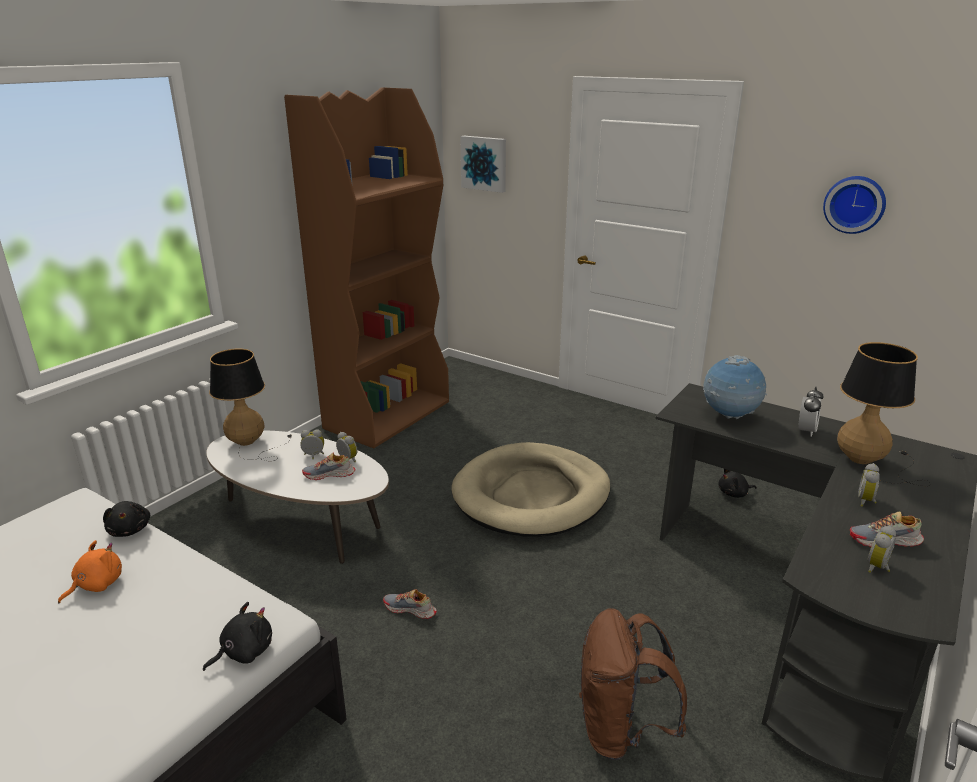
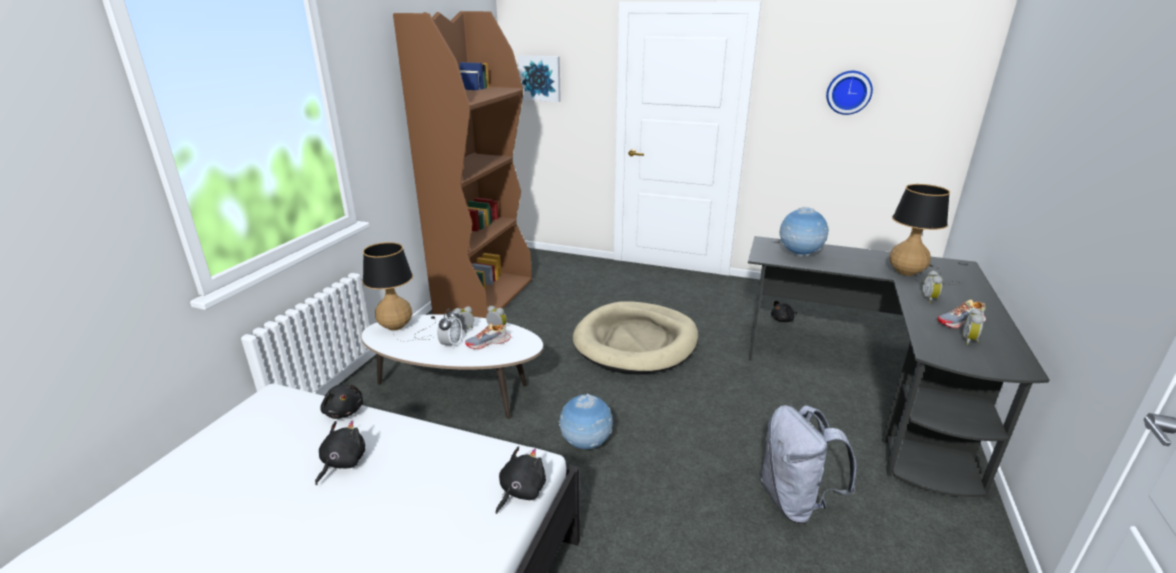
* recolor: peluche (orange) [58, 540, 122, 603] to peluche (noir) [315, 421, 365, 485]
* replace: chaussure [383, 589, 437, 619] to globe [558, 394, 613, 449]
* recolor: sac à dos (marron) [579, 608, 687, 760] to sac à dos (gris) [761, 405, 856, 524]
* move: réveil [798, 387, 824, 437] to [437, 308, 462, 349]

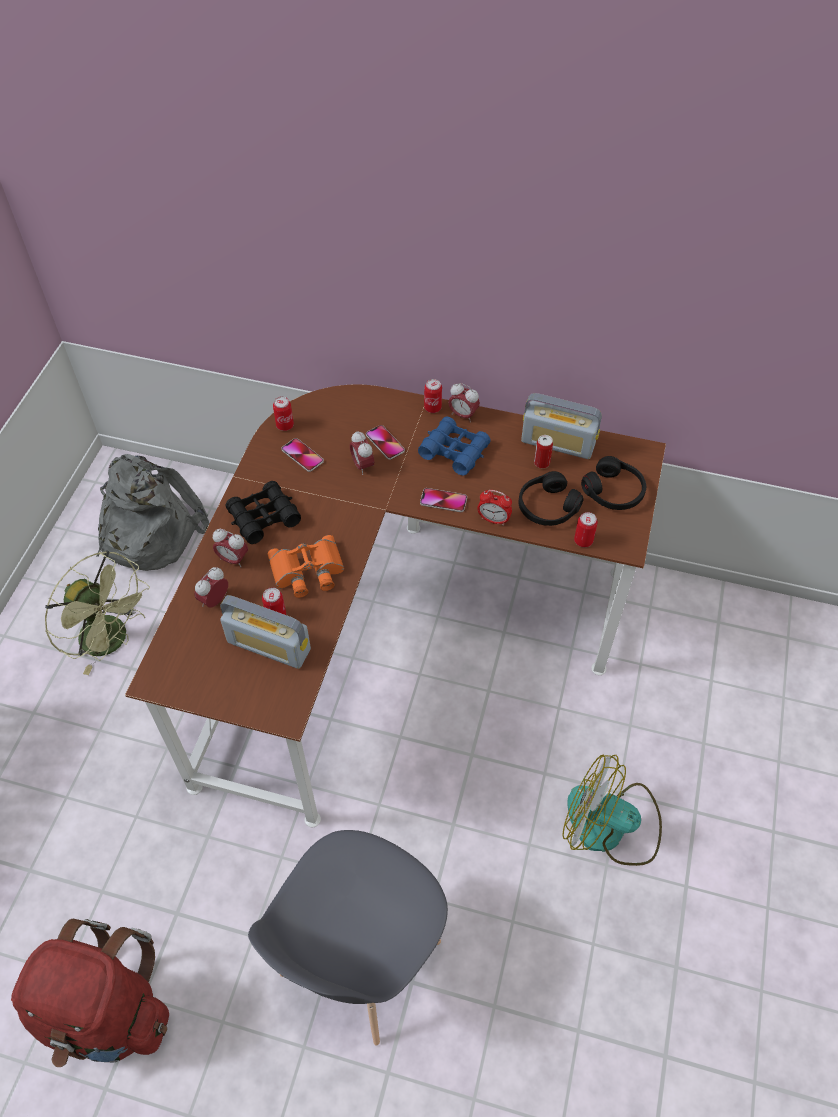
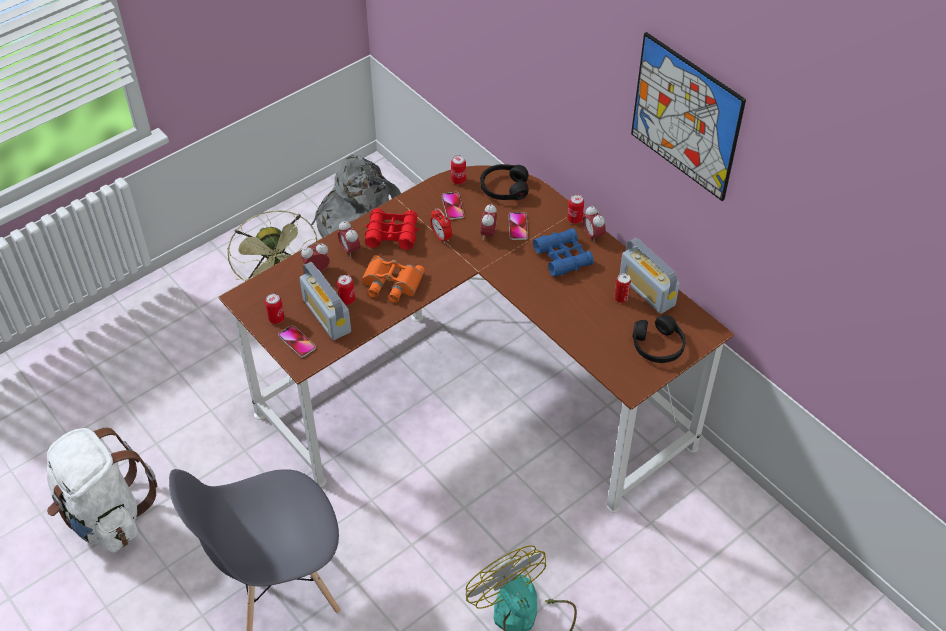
* recolor: sac à dos (rouge) [11, 919, 169, 1067] to sac à dos (blanc) [47, 428, 158, 552]
* recolor: jumelles (noir) [225, 481, 301, 544] to jumelles (rouge) [365, 208, 419, 250]
* move: téléphone [420, 488, 467, 512] to [278, 325, 316, 358]
* move: réveil [477, 490, 512, 525] to [430, 208, 452, 244]
* move: casque audio (noir) [519, 471, 584, 526] to [480, 164, 529, 200]
* move: boîte métallique [574, 512, 598, 547] to [265, 293, 285, 324]
* insert: tableau [631, 32, 746, 201]

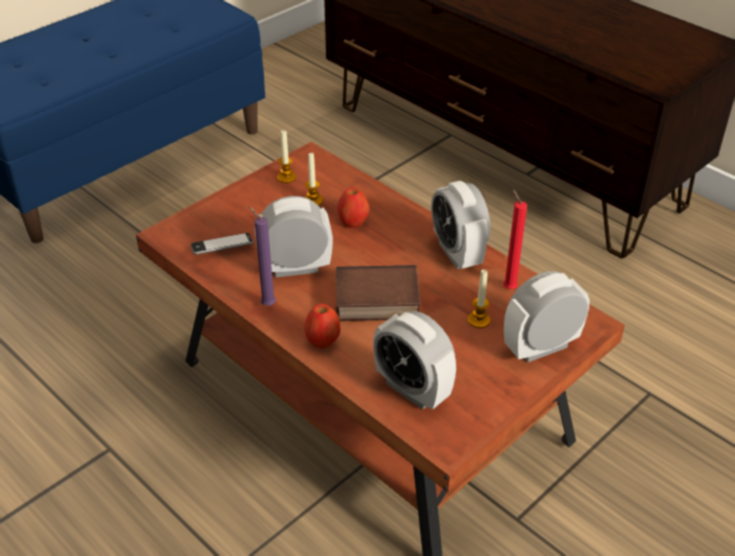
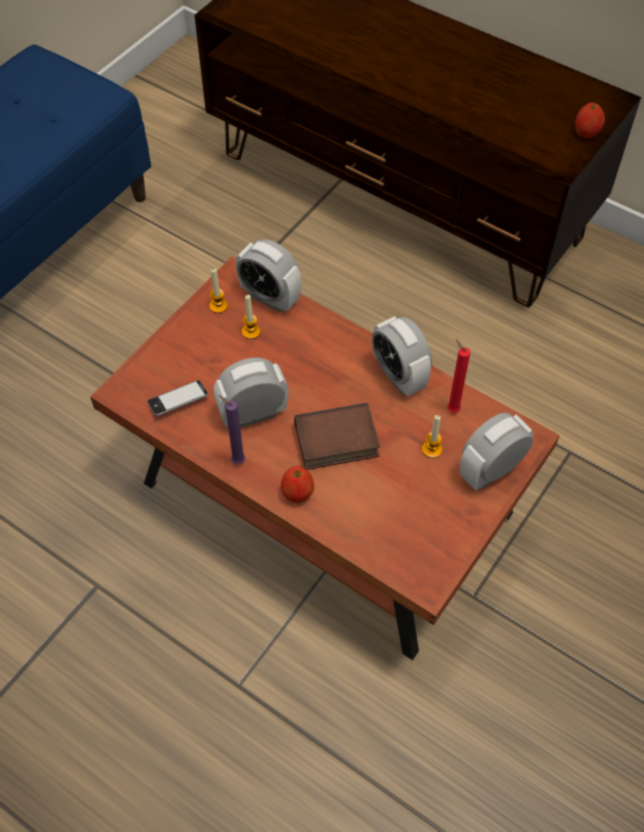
* move: pomme [337, 187, 370, 228] to [575, 103, 605, 139]
* move: réveil [373, 311, 456, 410] to [236, 239, 301, 312]

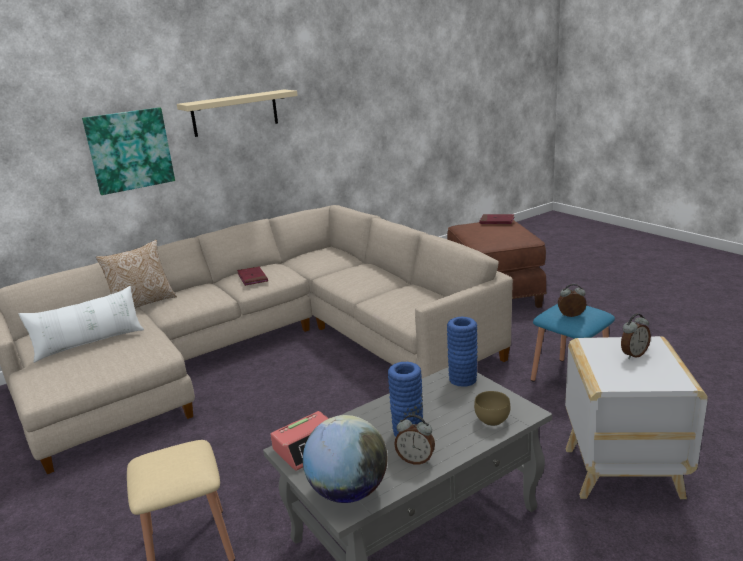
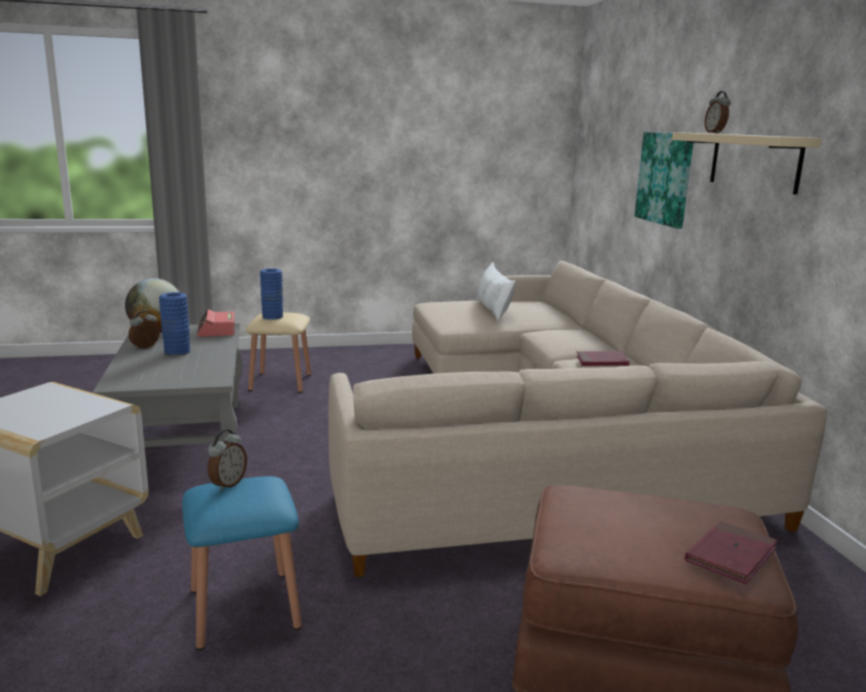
* delete: coussin [96, 240, 177, 308]
* move: vase (bleu) [447, 317, 478, 387] to [260, 268, 283, 320]
* delete: bol (marron) [474, 391, 510, 426]
* move: réveil [621, 313, 651, 359] to [704, 91, 731, 133]

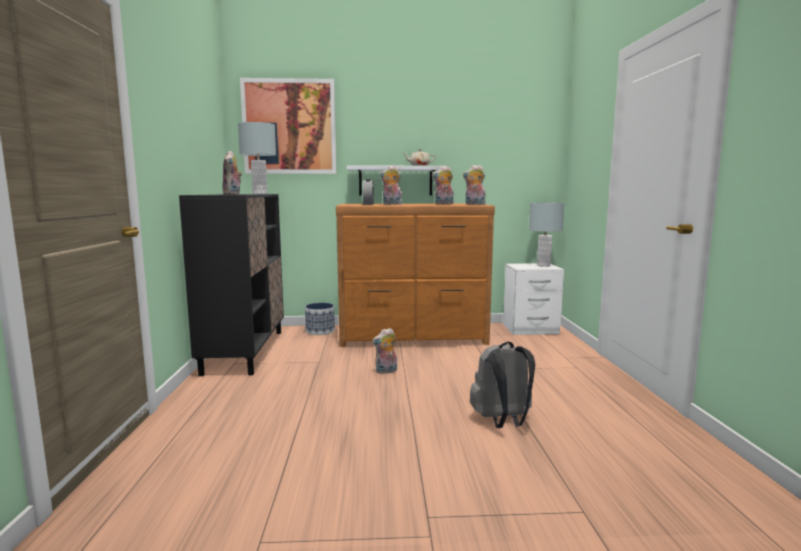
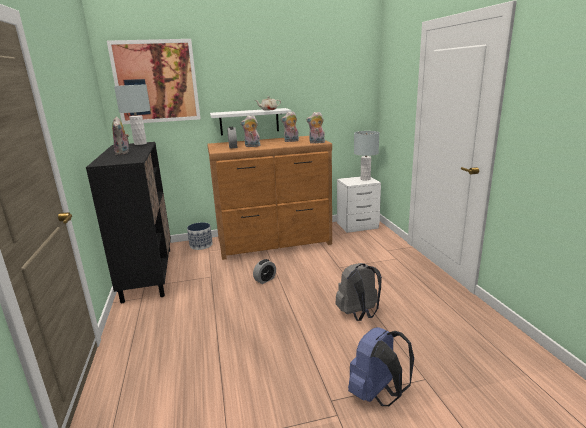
* replace: peluche [372, 328, 397, 374] to réveil [253, 259, 276, 284]
* insert: sac à dos (bleu) [348, 327, 414, 406]

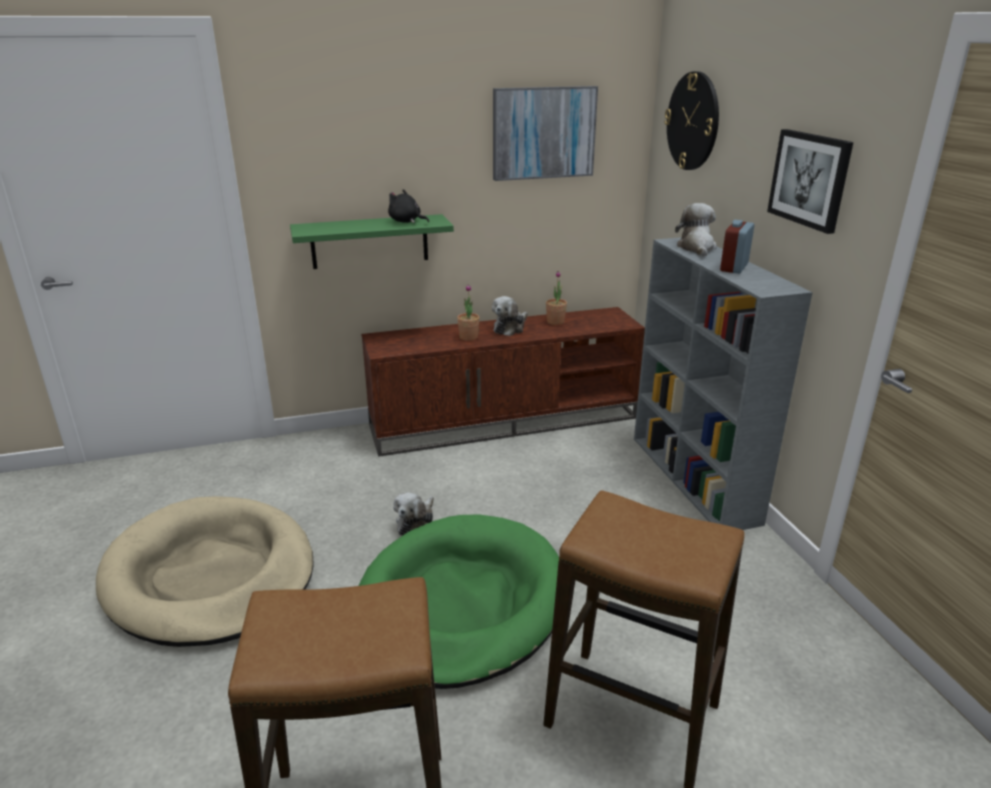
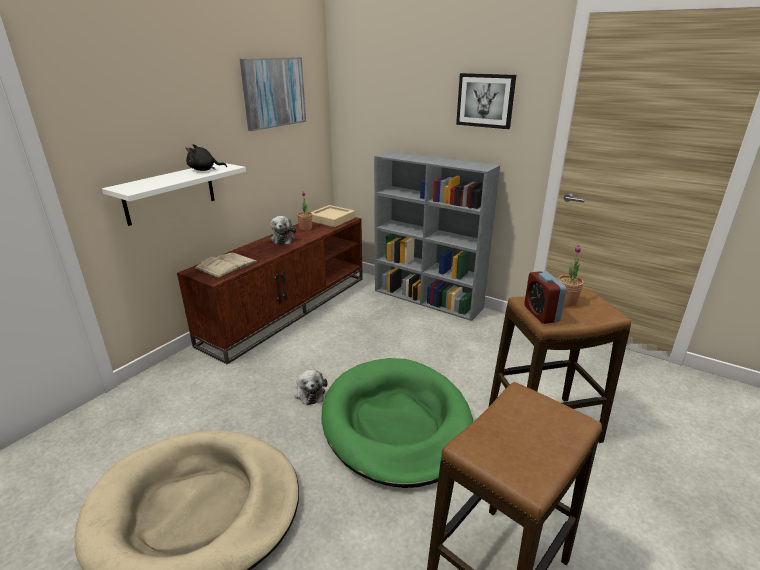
* recolor: étagère (vert) [290, 214, 454, 269] to étagère (blanc) [102, 163, 246, 226]
* move: plante en pot [457, 284, 480, 341] to [558, 245, 584, 306]
* delete: horloge murale [664, 71, 719, 170]
* delete: peluche [675, 203, 717, 257]
* move: réveil [720, 220, 754, 274] to [524, 271, 567, 324]
* insert: livre (beige) [194, 252, 258, 279]
* insert: plateau (beige) [311, 205, 355, 227]

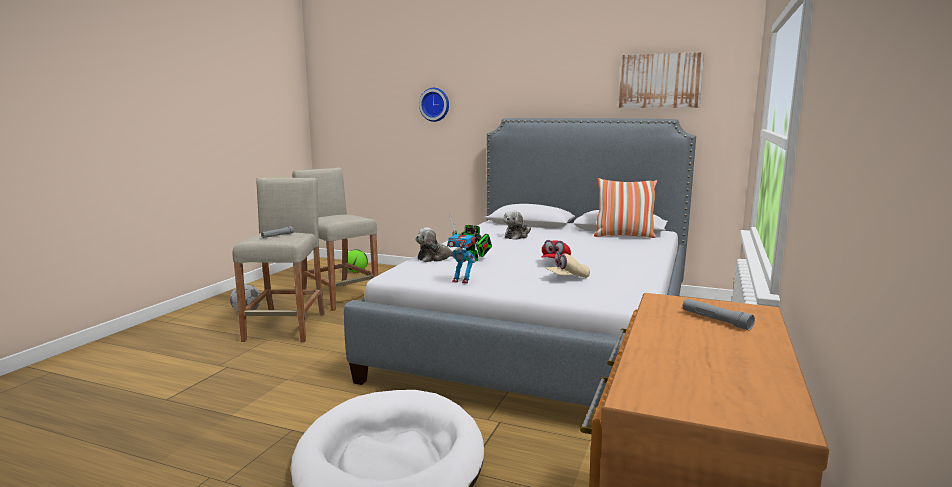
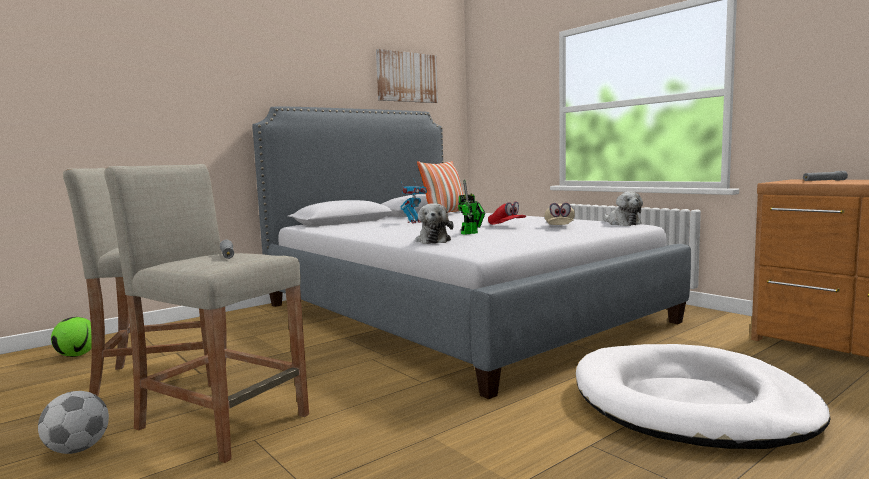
* delete: horloge murale [419, 88, 449, 122]
* move: robot jouet [447, 227, 476, 284] to [400, 179, 427, 223]
* move: peluche [503, 211, 531, 240] to [603, 191, 643, 226]

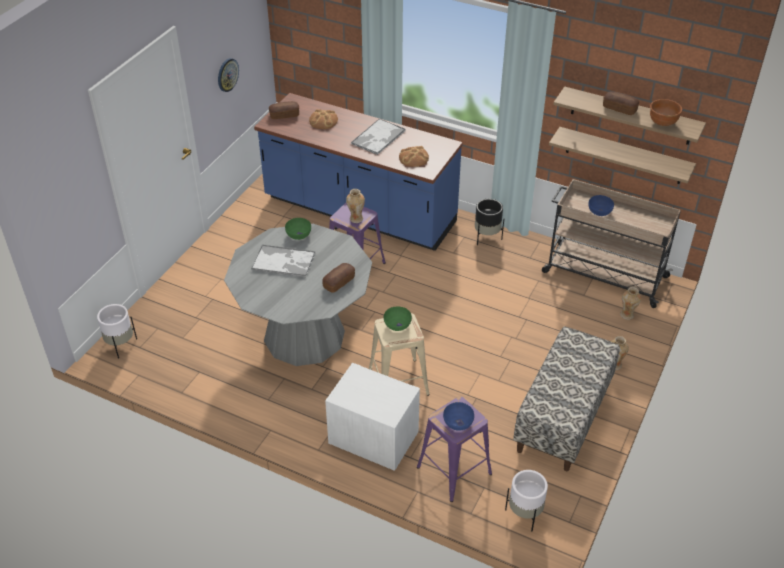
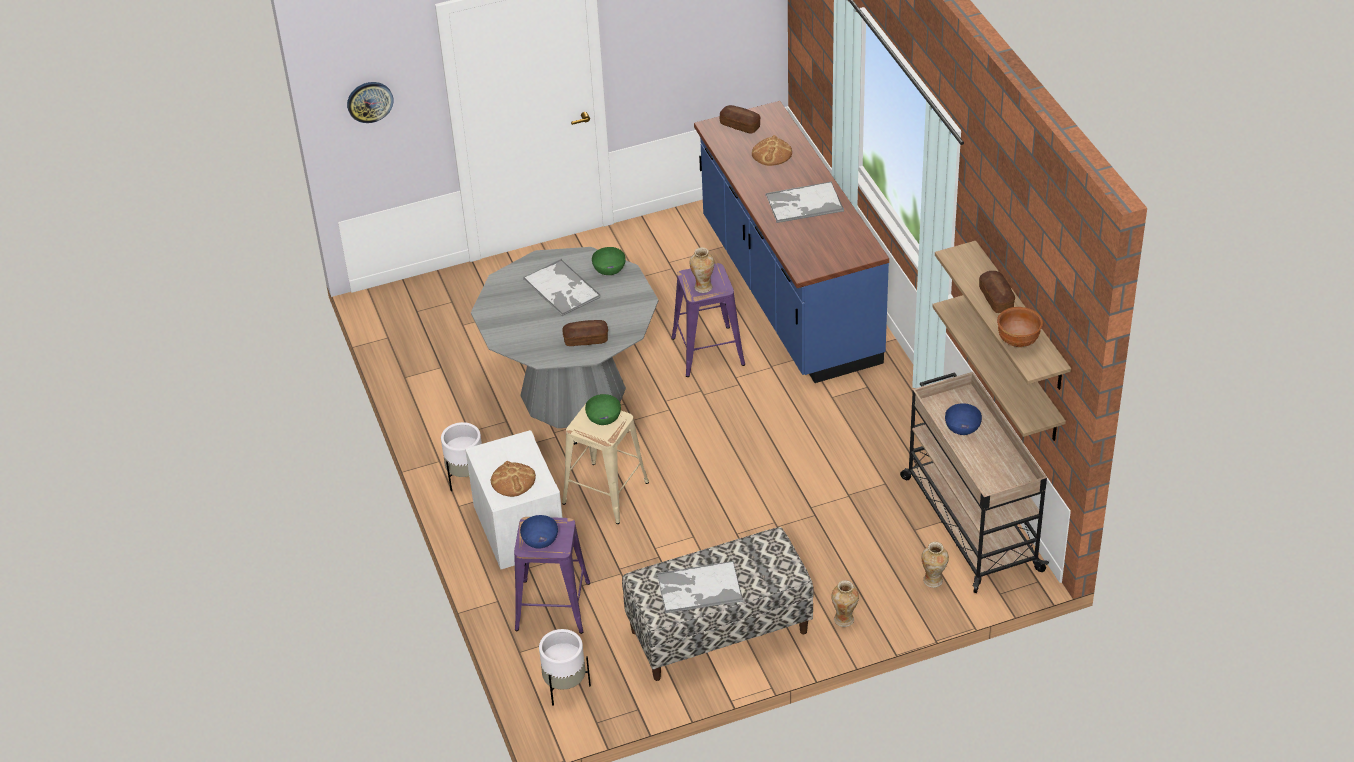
* move: cache-pot (blanc) [97, 304, 137, 358] to [441, 422, 482, 491]
* move: horloge murale [218, 58, 239, 92] to [347, 82, 394, 123]
* move: pain [399, 146, 429, 167] to [491, 461, 536, 497]
* delete: cache-pot (noir) [475, 199, 504, 245]
* insert: plateau [657, 561, 743, 613]

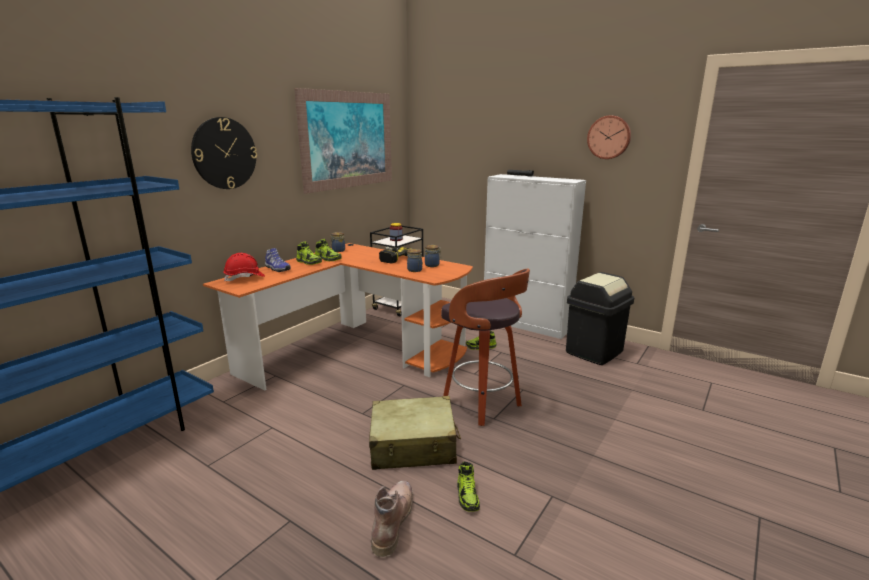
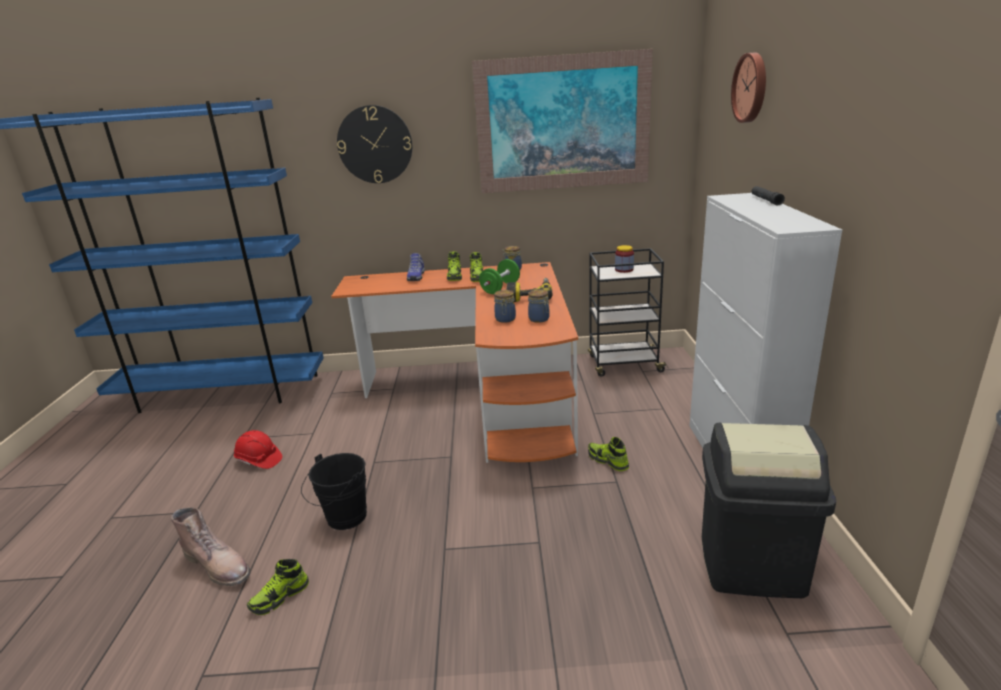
* move: casque de chantier (rouge) [223, 253, 265, 282] to [234, 430, 282, 469]
* replace: valise (beige) [369, 396, 461, 470] to seau (noir) [301, 453, 367, 530]
* rotate: botte (marron) [371, 481, 413, 557] = [171, 508, 251, 586] 60 degrees clockwise
* delete: tabouret [441, 269, 530, 426]
* move: horloge murale [587, 115, 631, 159] to [731, 52, 766, 123]
* insert: haltère (vert) [479, 259, 520, 294]

